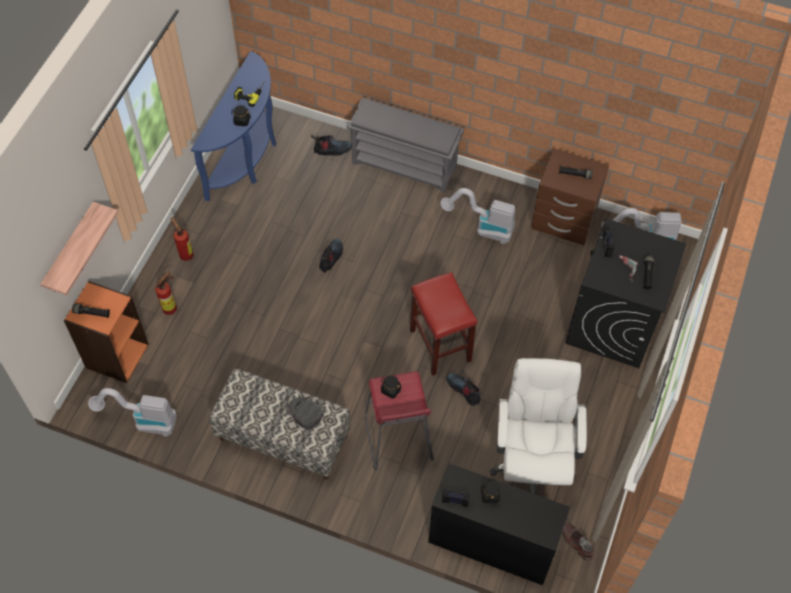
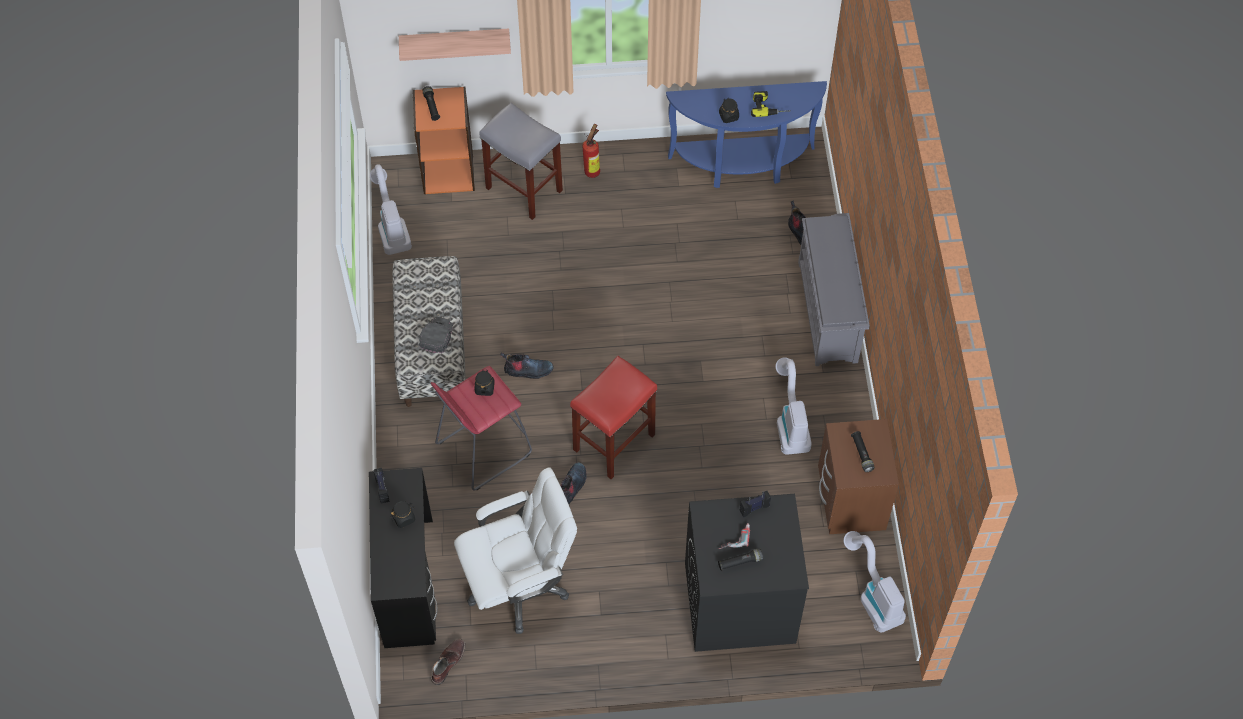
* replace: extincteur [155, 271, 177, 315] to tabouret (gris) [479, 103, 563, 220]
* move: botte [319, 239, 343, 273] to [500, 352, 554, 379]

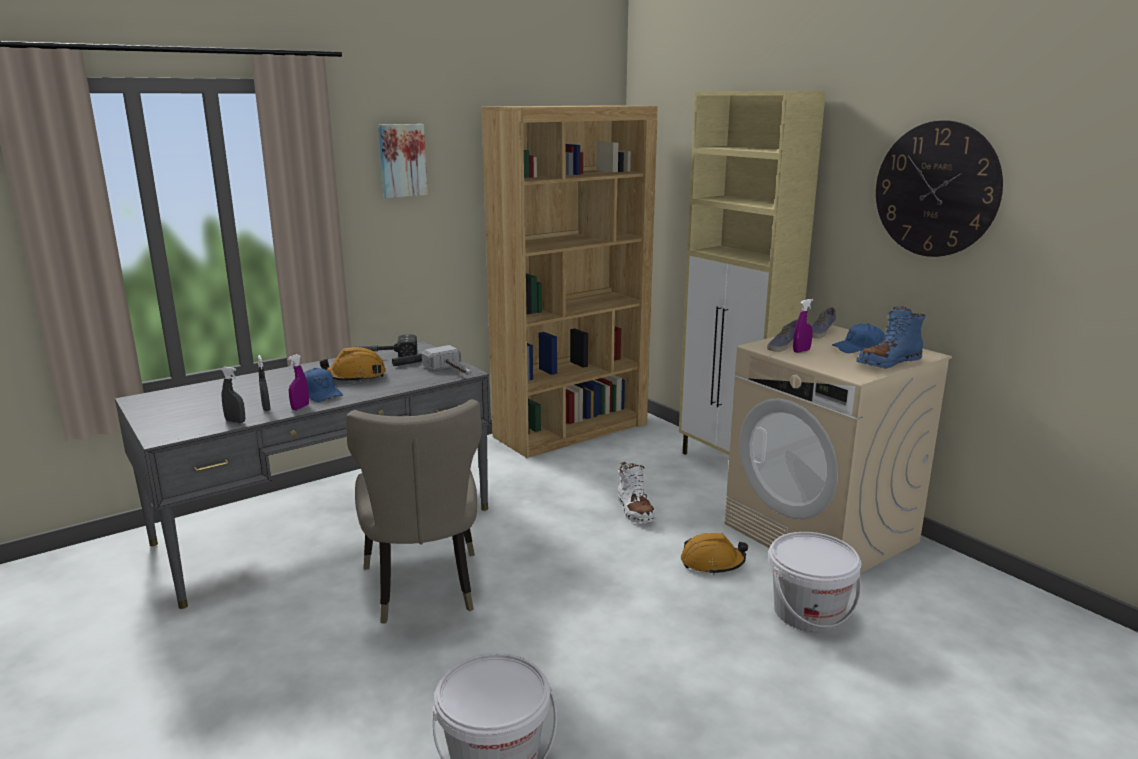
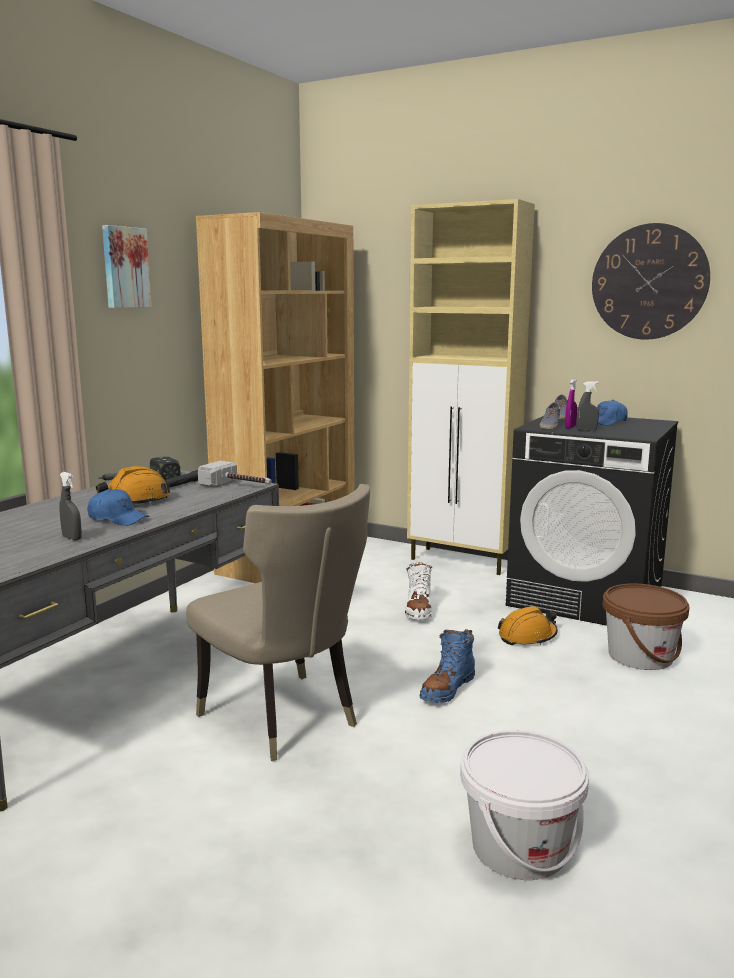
* move: vaporisateur (gris) [221, 367, 245, 423] to [577, 381, 599, 431]
* delete: vaporisateur (violet) [287, 354, 309, 410]
* rotate: botte (blanc) [618, 462, 656, 523] = [405, 562, 432, 619] 45 degrees clockwise
* recolor: lave-linge (beige) [725, 325, 952, 573] to lave-linge (noir) [506, 416, 678, 626]
* recolor: seau (blanc) [768, 532, 861, 632] to seau (marron) [602, 583, 689, 670]
* move: botte (bleu) [856, 306, 925, 369] to [420, 629, 475, 703]

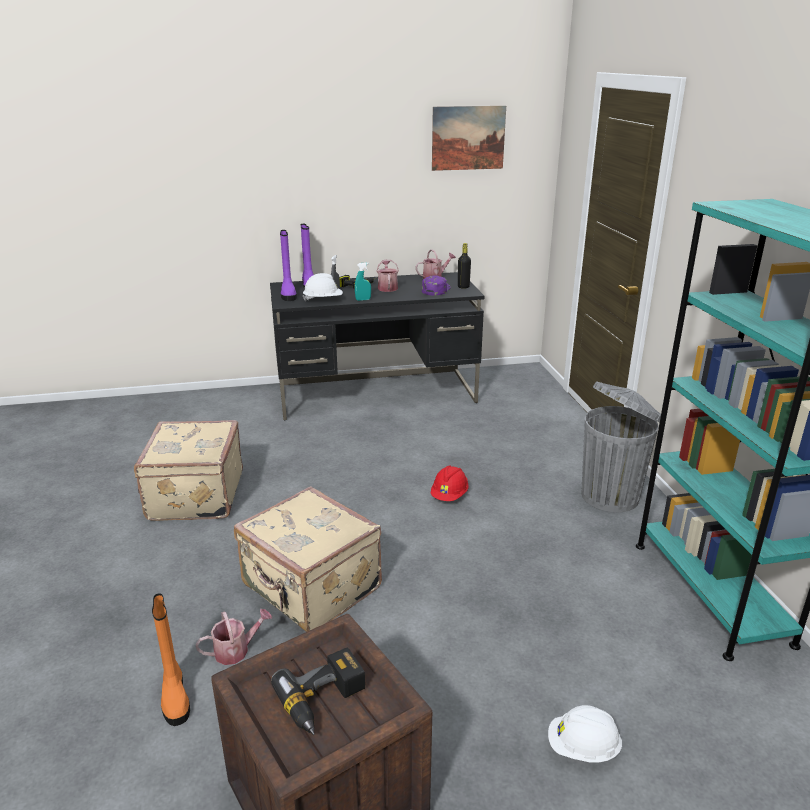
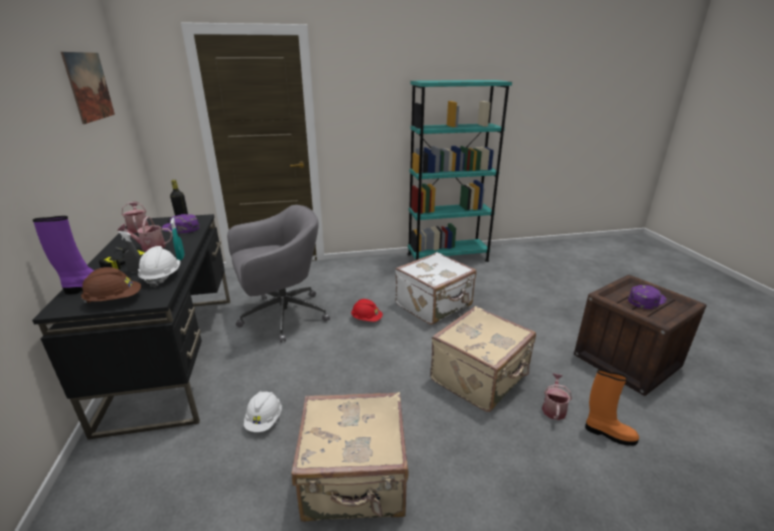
* rotate: botte (orange) [152, 593, 190, 726] = [585, 369, 639, 446] 45 degrees clockwise
* rotate: arrosoir [195, 609, 272, 665] = [542, 373, 572, 420] 45 degrees clockwise
* replace: perceuse [271, 647, 365, 735] to casquette (violet) [628, 285, 667, 309]
* replace: botte (violet) [280, 230, 297, 301] to casque de chantier (marron) [81, 267, 141, 304]
* move: casque de chantier (blanc) [548, 705, 622, 762] to [244, 391, 282, 432]
* delete: poubelle (gris) [582, 381, 661, 512]
* insert: chaise de bureau (gris) [227, 205, 330, 343]
* insert: valise (blanc) [395, 252, 476, 325]

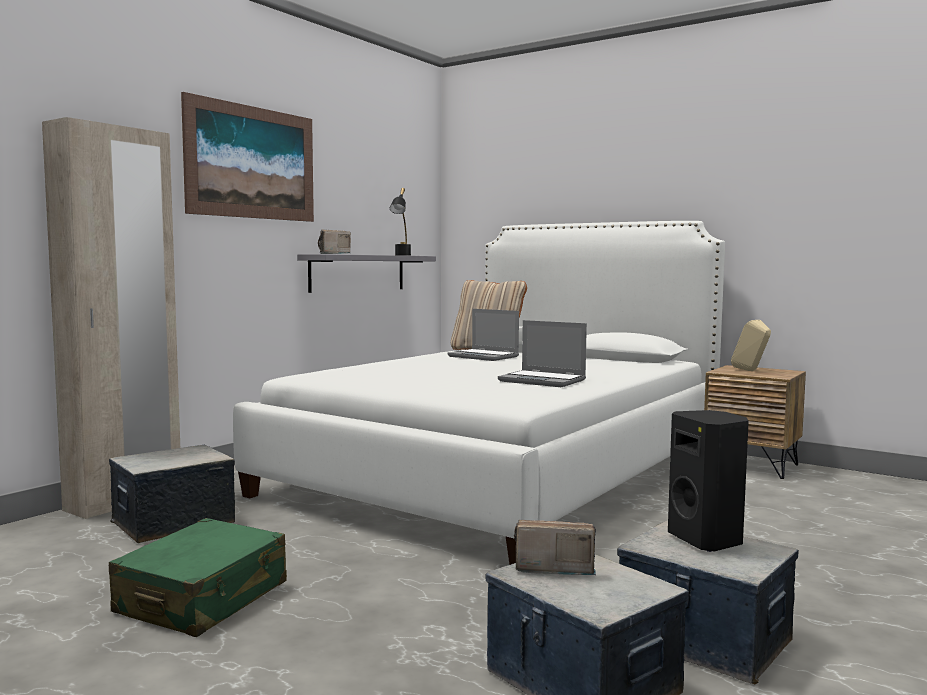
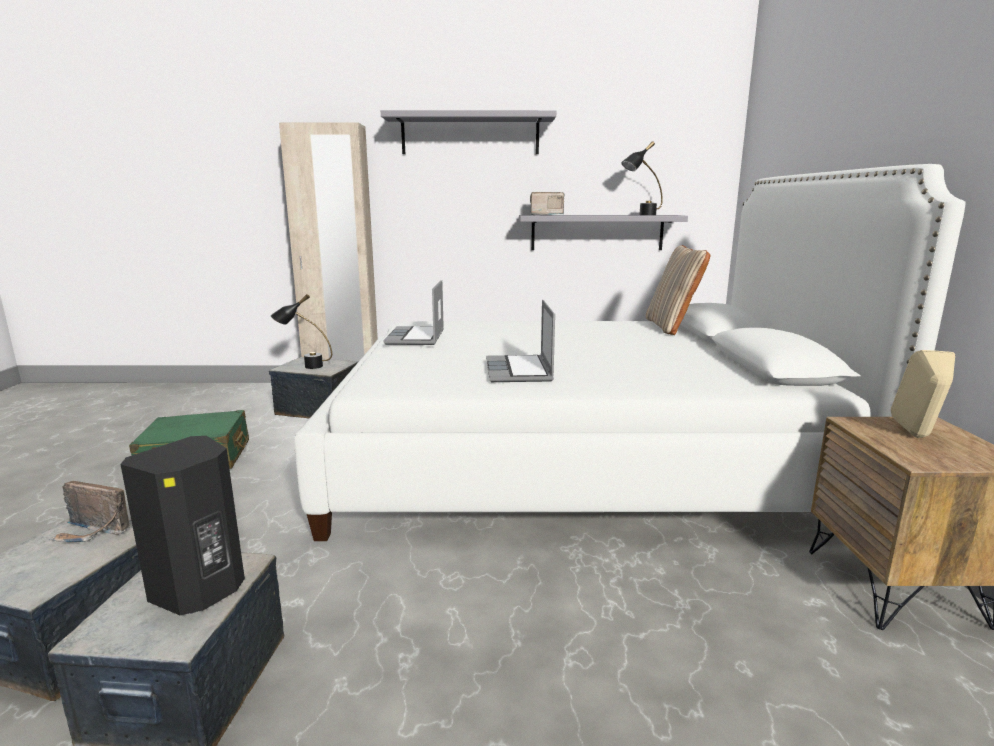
* replace: tableau [181, 92, 314, 222] to étagère (gris) [381, 110, 556, 154]
* move: ordinateur portable [448, 309, 519, 361] to [383, 280, 444, 345]
* rotate: radio [514, 520, 596, 575] = [49, 481, 130, 542] 135 degrees clockwise
* insert: lampe de table (noir) [271, 294, 332, 369]

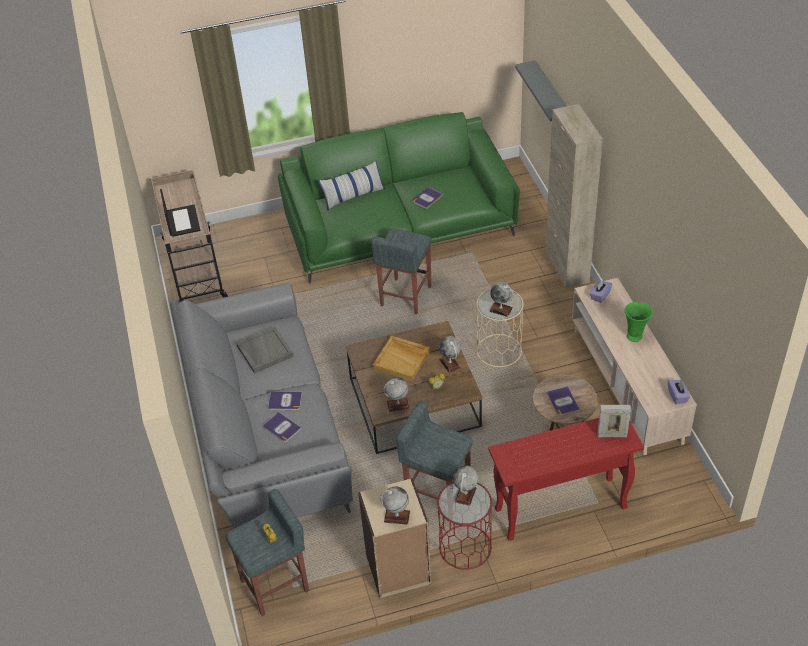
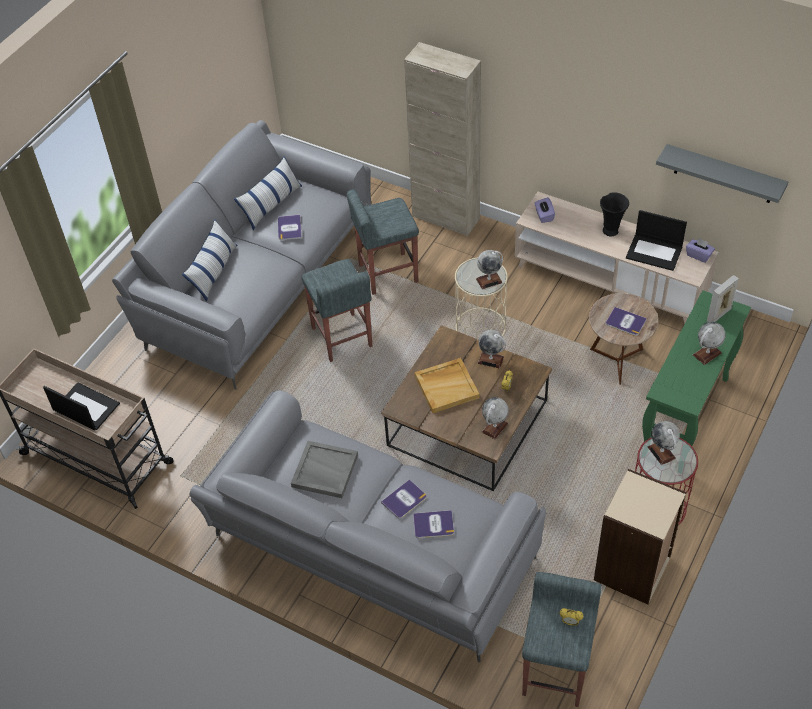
* recolor: canapé (vert) [278, 112, 520, 284] to canapé (gris) [112, 120, 371, 390]
* move: globe [380, 486, 410, 525] to [693, 322, 726, 365]
* move: tabouret (gris) [396, 402, 473, 500] to [347, 189, 419, 295]
* recolor: table console (rouge) [488, 418, 644, 541] to table console (vert) [642, 290, 751, 446]
* move: étagère (gris) [515, 60, 566, 122] to [656, 144, 788, 203]
* recolor: vase (vert) [625, 302, 653, 342] to vase (noir) [600, 193, 629, 237]
* insert: coussin [234, 156, 302, 230]
* insert: ordinateur portable [626, 210, 687, 271]

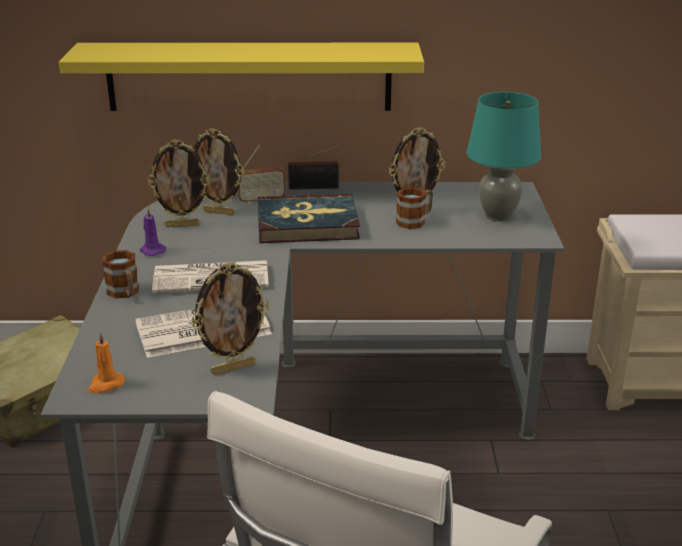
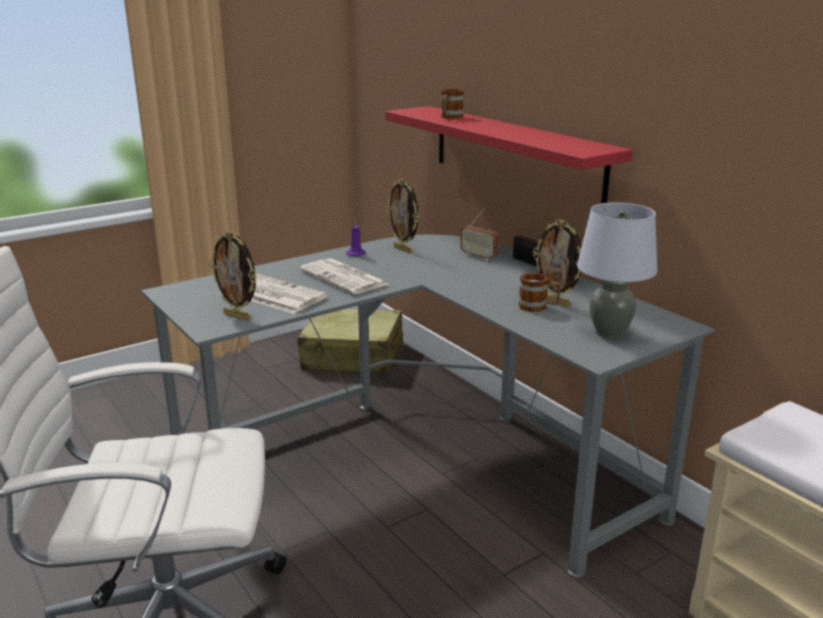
* recolor: étagère (jaune) [59, 43, 424, 111] to étagère (rouge) [385, 106, 633, 204]
* delete: bougie (orange) [88, 332, 125, 393]
* move: mug [102, 250, 139, 298] to [441, 89, 464, 119]
* delete: cadre photo [194, 128, 244, 215]
* delete: livre [258, 194, 360, 243]
* recolor: lampe de table (turquoise) [467, 92, 541, 221] to lampe de table (gris) [577, 202, 657, 339]

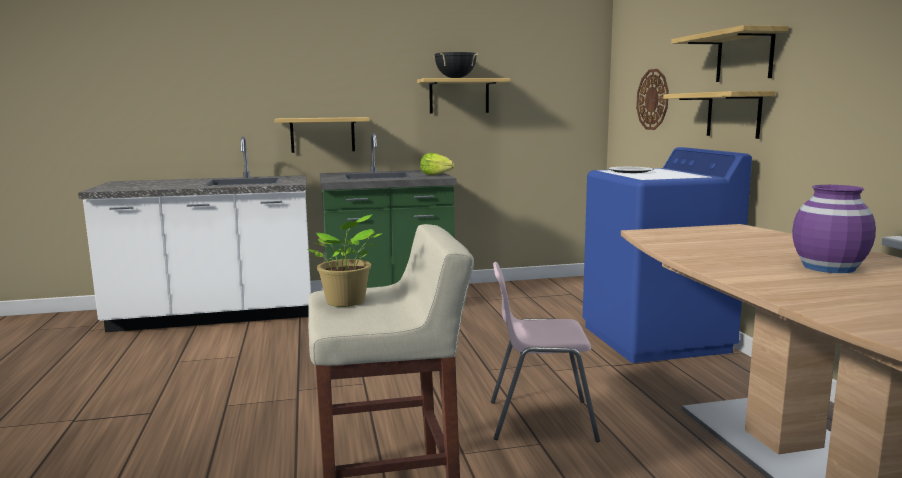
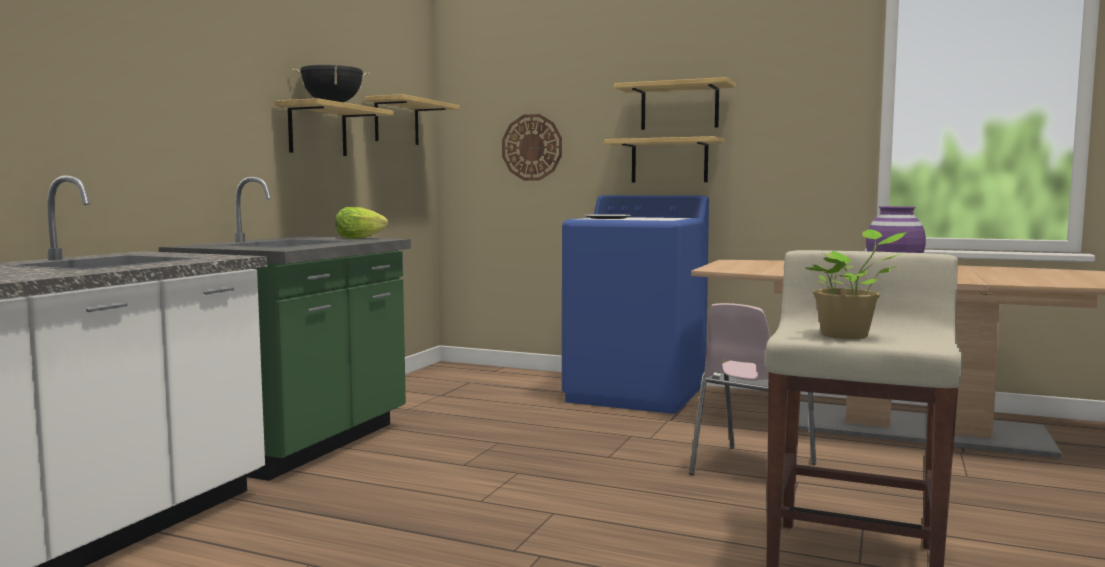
* move: étagère [275, 117, 370, 153] to [365, 94, 460, 145]

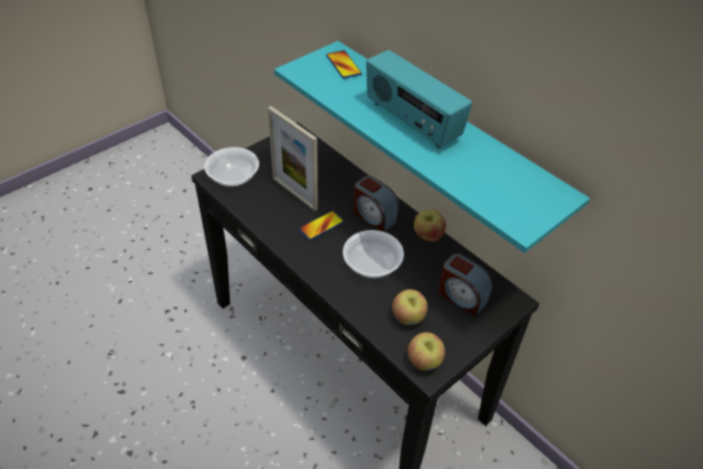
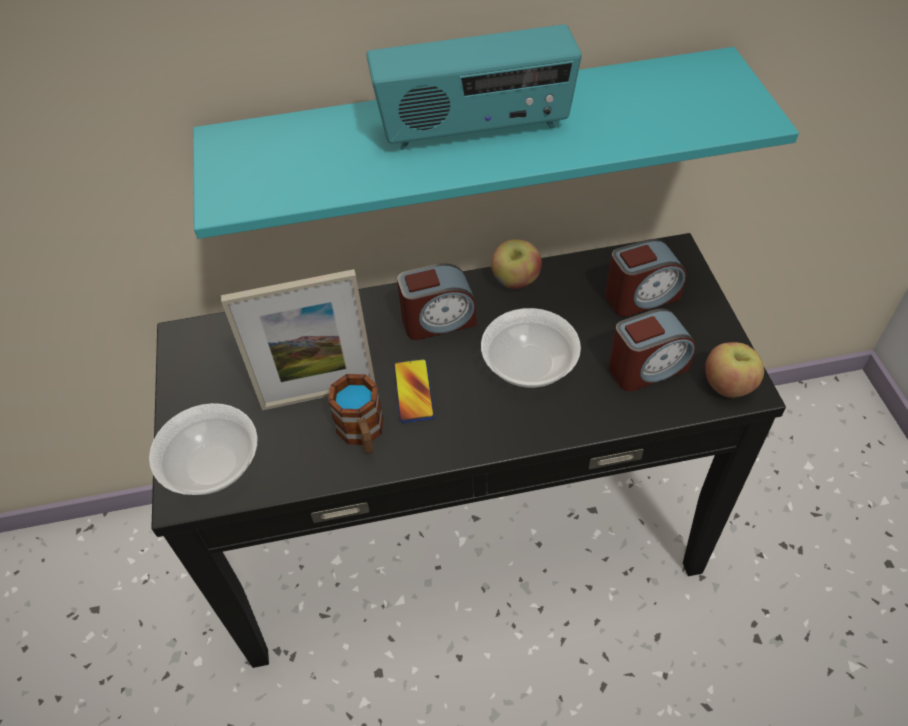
* delete: téléphone [326, 50, 362, 79]
* replace: pomme [392, 289, 428, 325] to réveil [609, 309, 696, 391]
* insert: mug [328, 374, 384, 454]

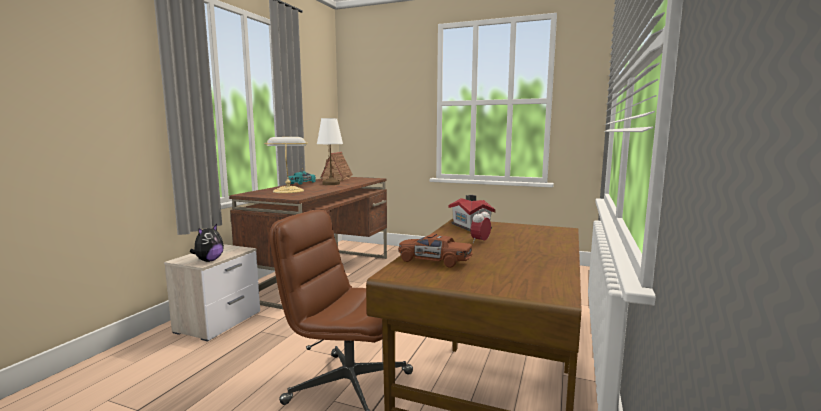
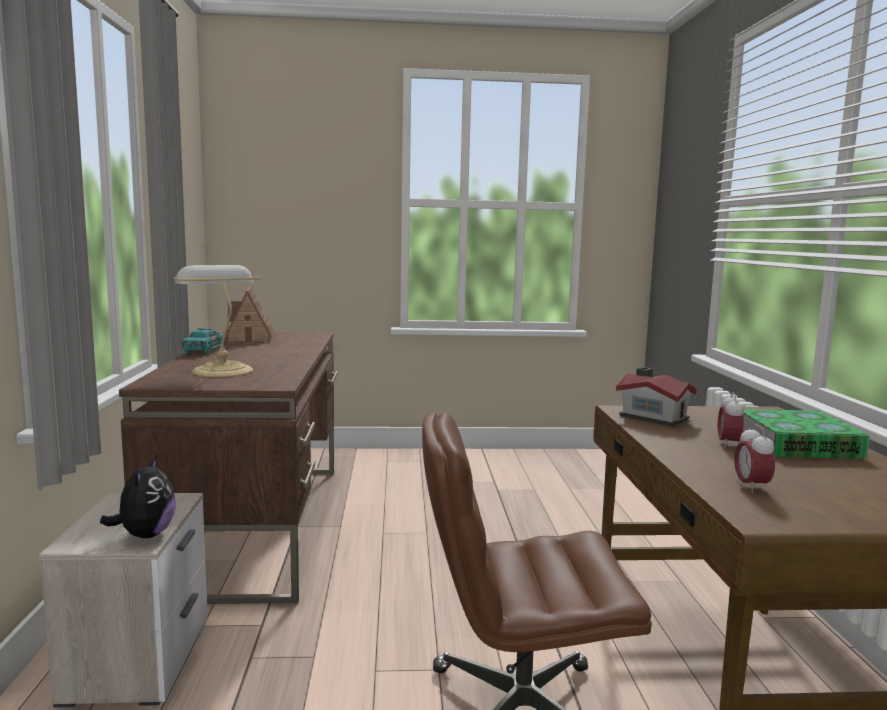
* delete: lampe de table (blanc) [317, 118, 343, 185]
* replace: petite voiture (marron) [399, 233, 473, 268] to réveil [734, 424, 775, 493]
* insert: livre [743, 409, 870, 459]

